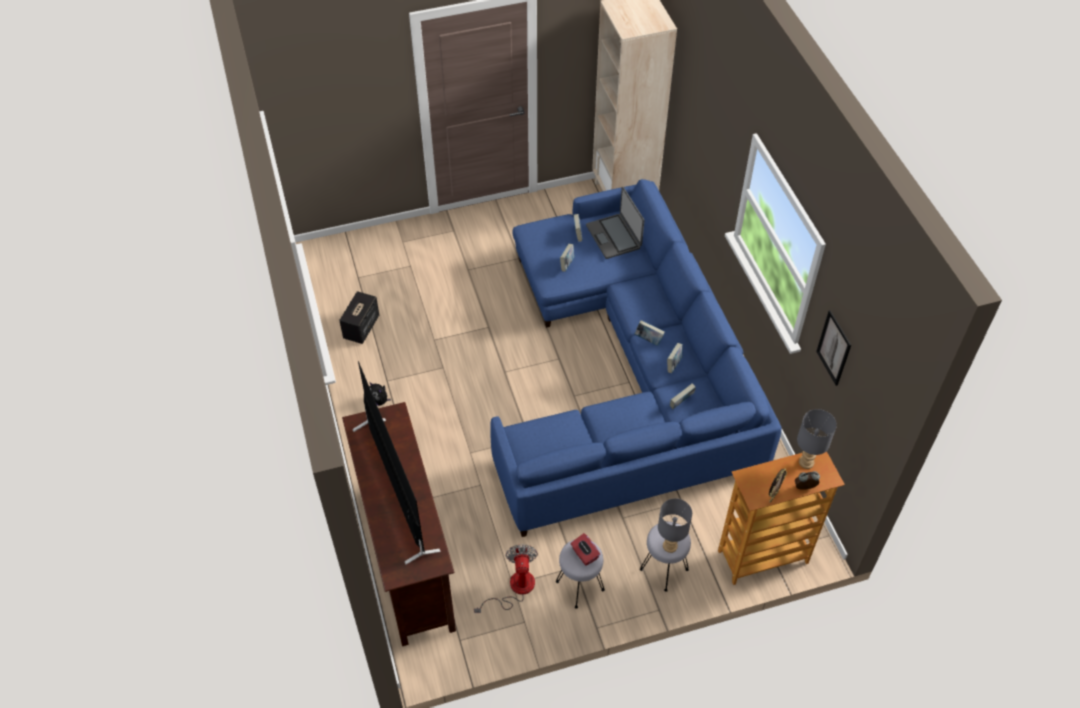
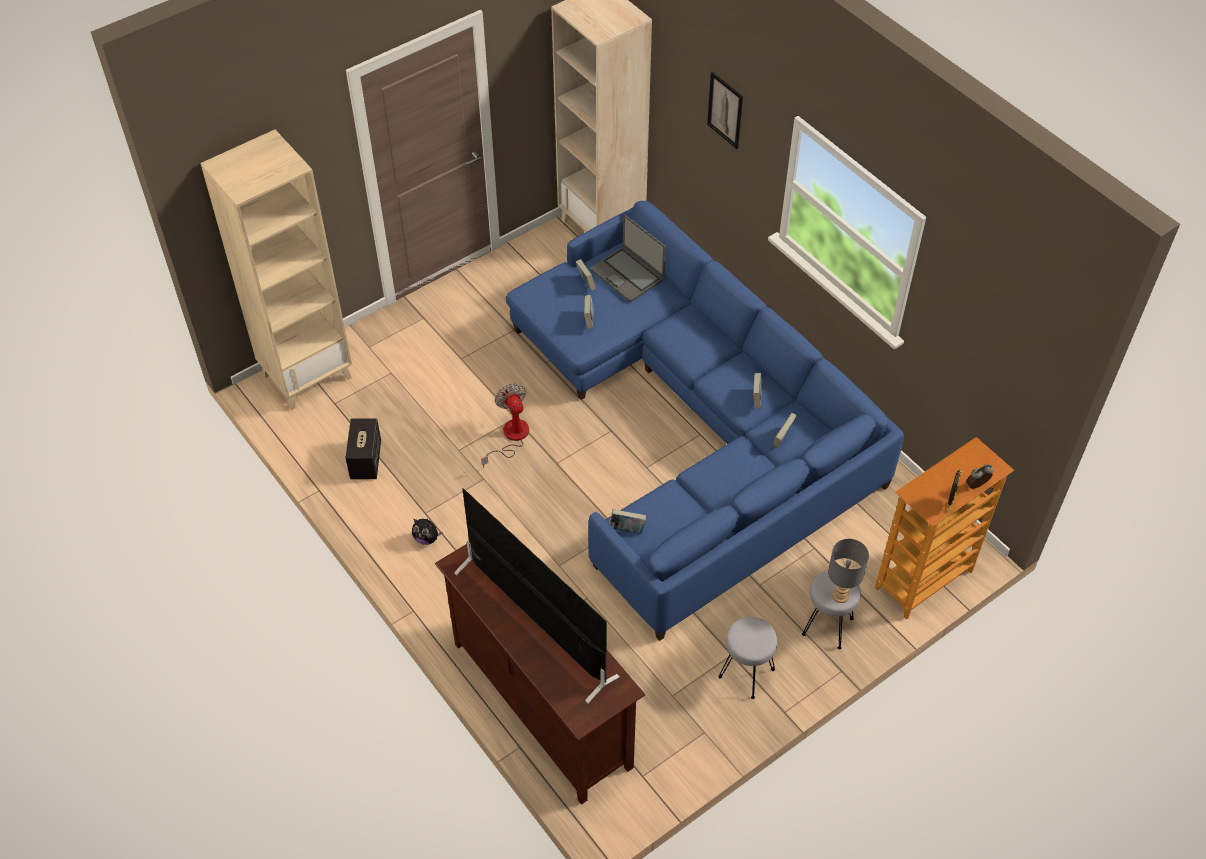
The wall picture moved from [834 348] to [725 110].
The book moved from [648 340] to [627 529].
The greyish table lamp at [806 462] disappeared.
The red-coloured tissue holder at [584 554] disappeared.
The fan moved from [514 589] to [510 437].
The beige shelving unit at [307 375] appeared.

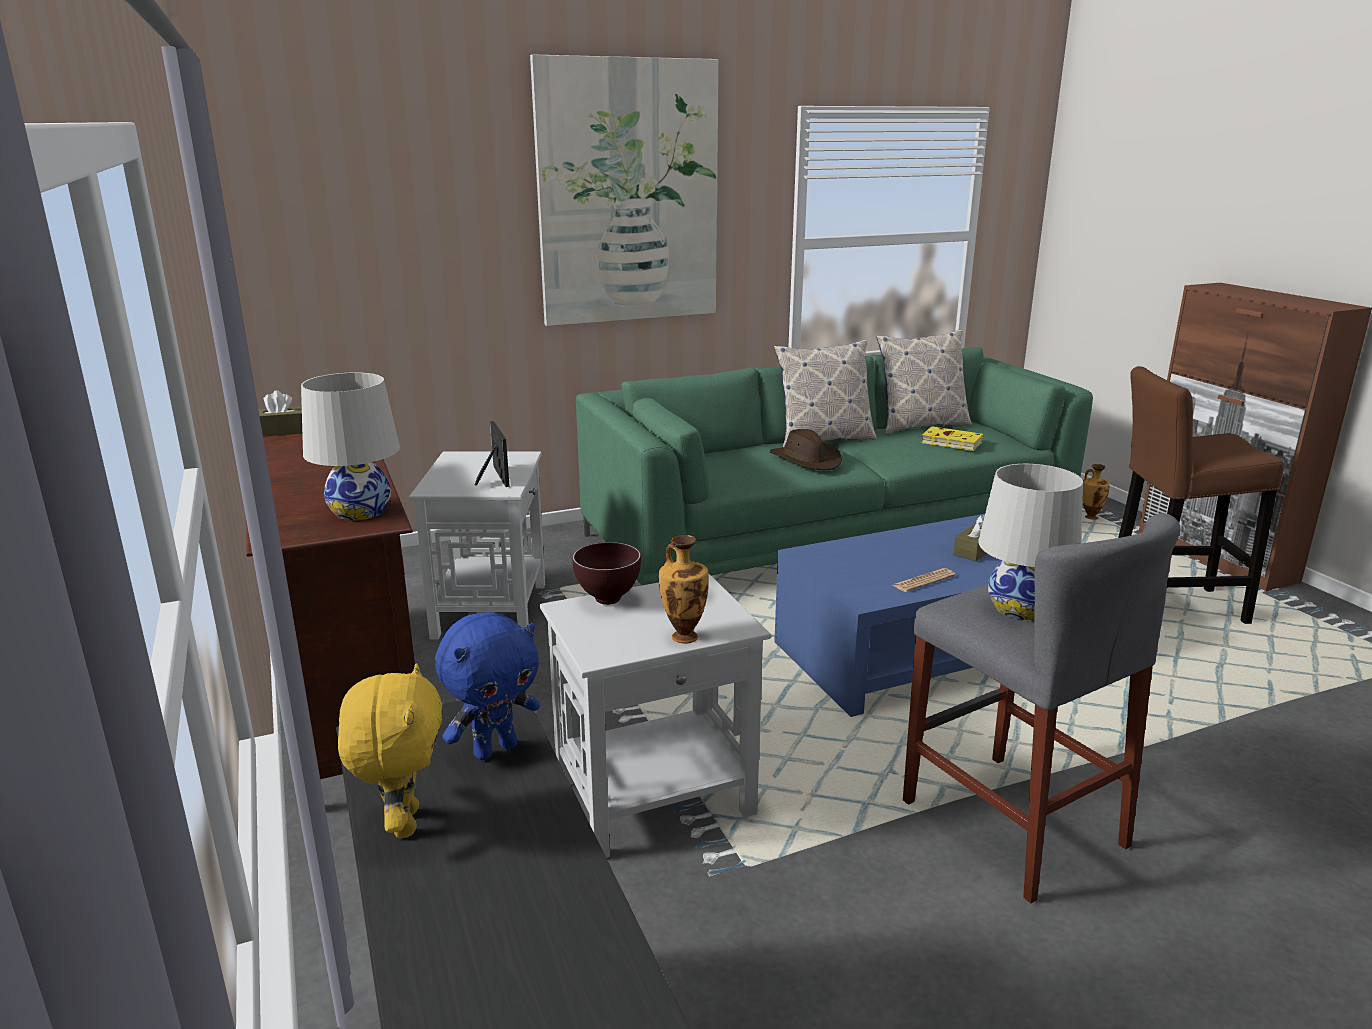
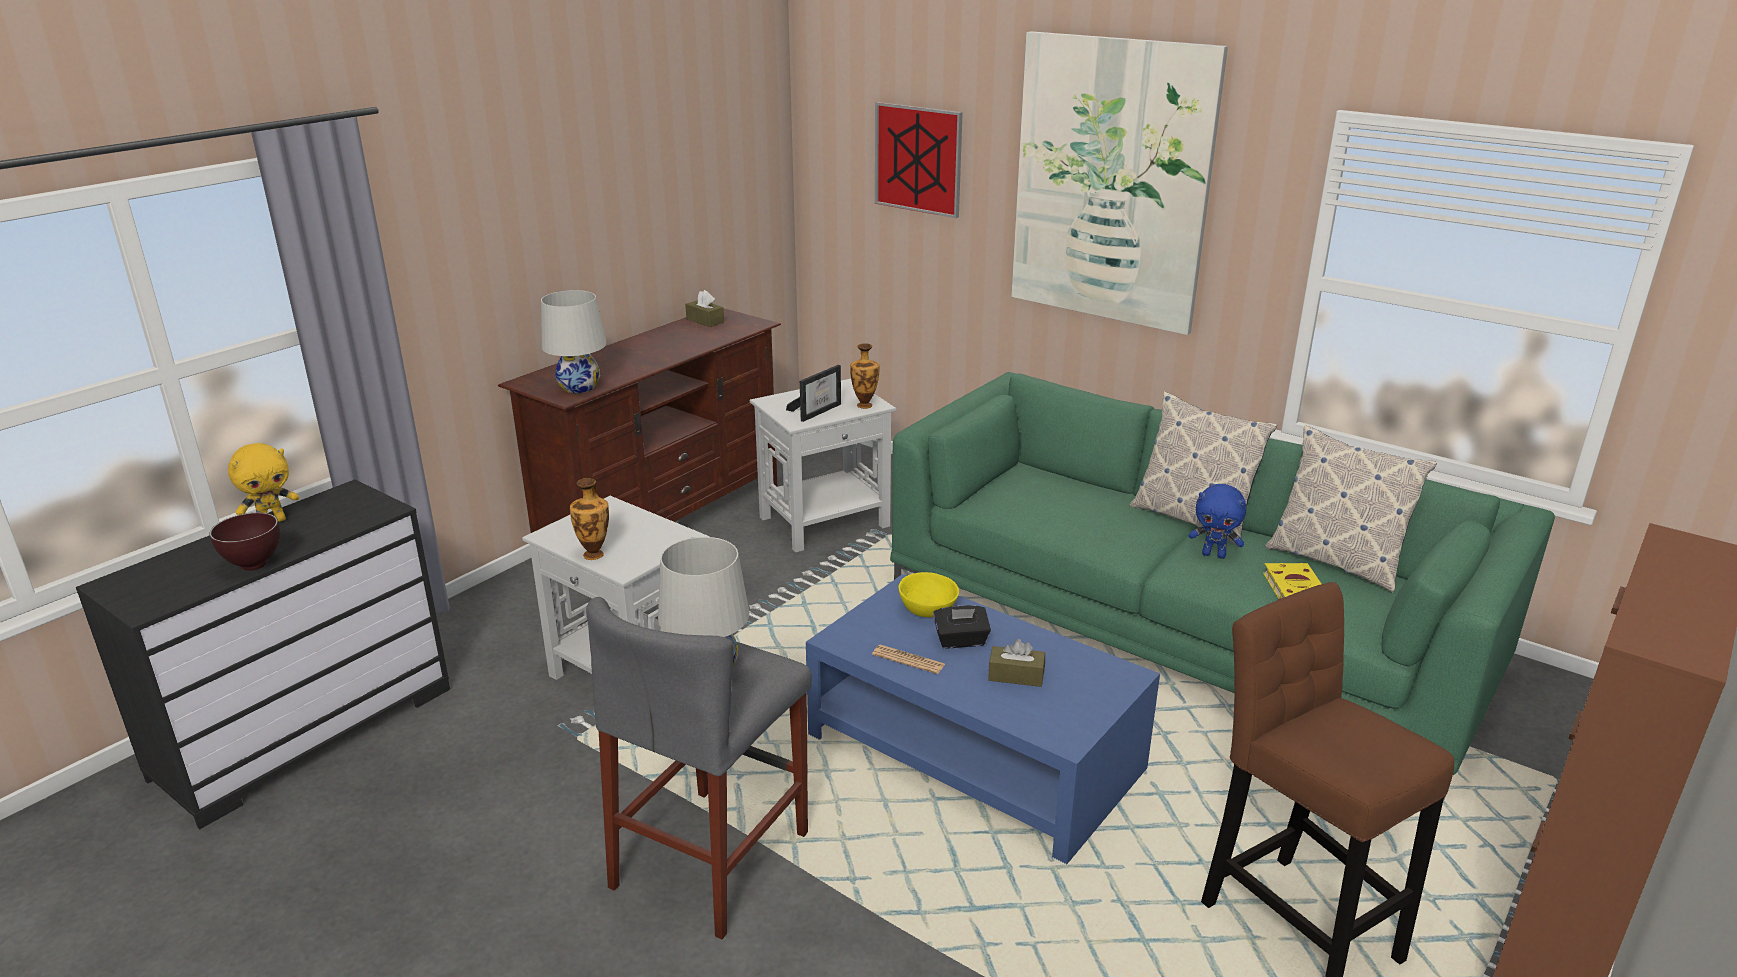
The brown-coloured wearable hat at [806 460] disappeared.
The decorative vase moved from [1090 517] to [864 405].
The brown-coloured deep dish moved from [606 600] to [254 565].
The bluish plush toy moved from [495 749] to [1214 555].
The wall picture at [918 159] appeared.
The yellow deep dish at [926 609] appeared.
The blackish tissue holder at [961 641] appeared.

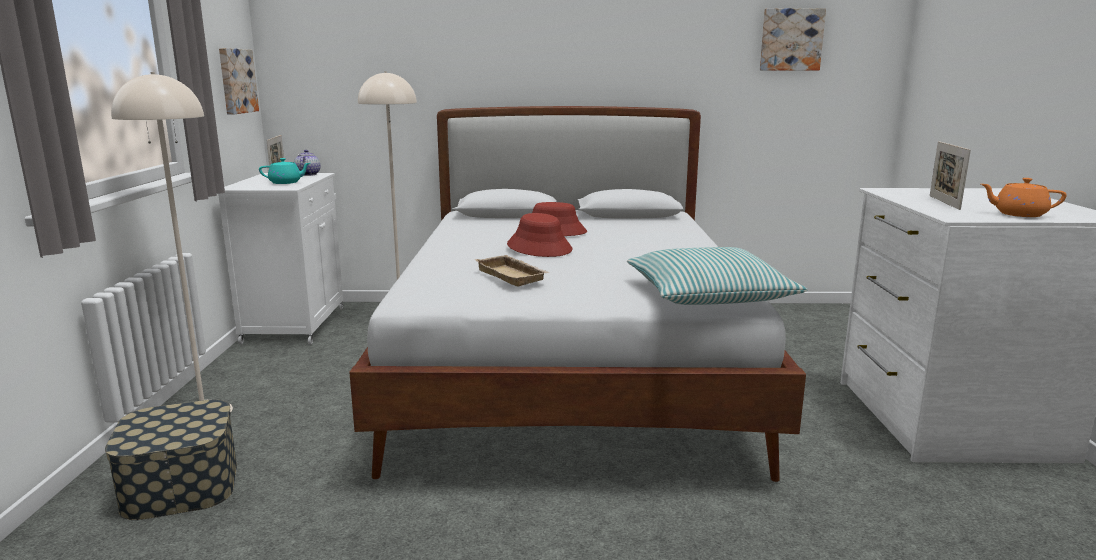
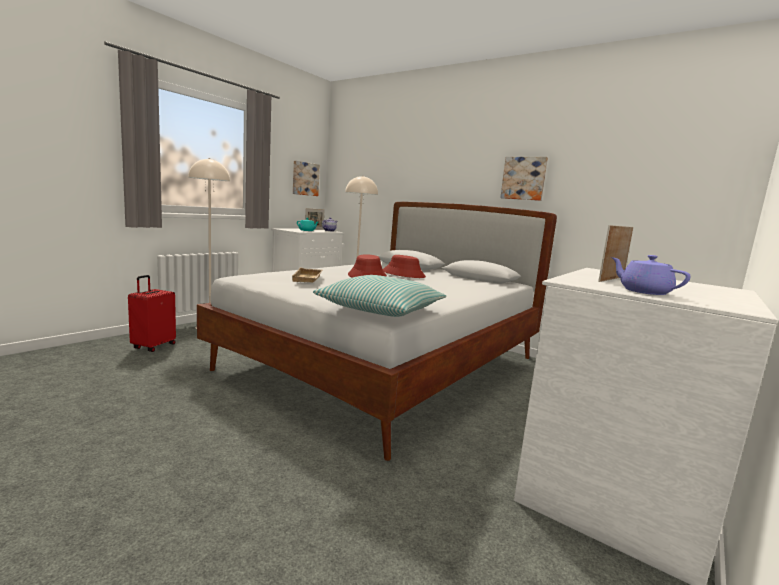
The wall picture moved from [791 40] to [524 178].
The orange-coloured teapot at [1018 214] became the purplish teapot at [643 291].
The storage container at [181 486] was replaced by the red-coloured travel case at [153 346].

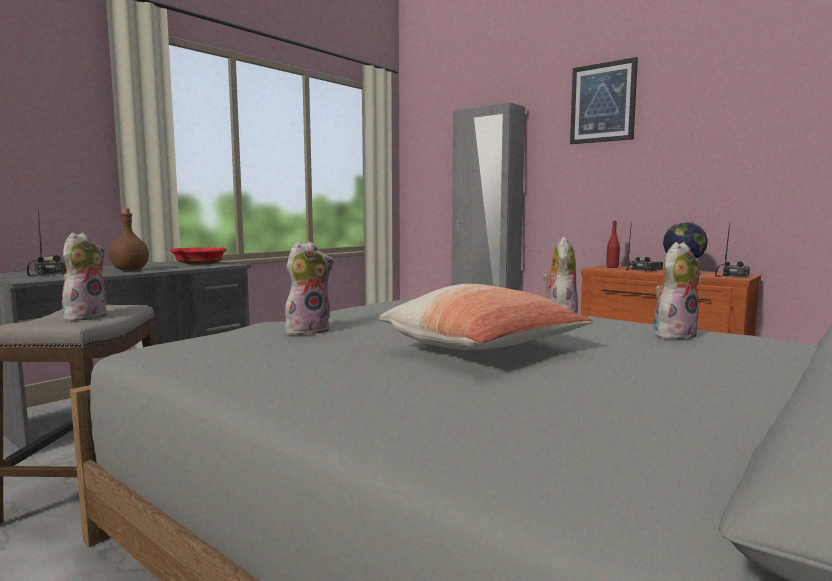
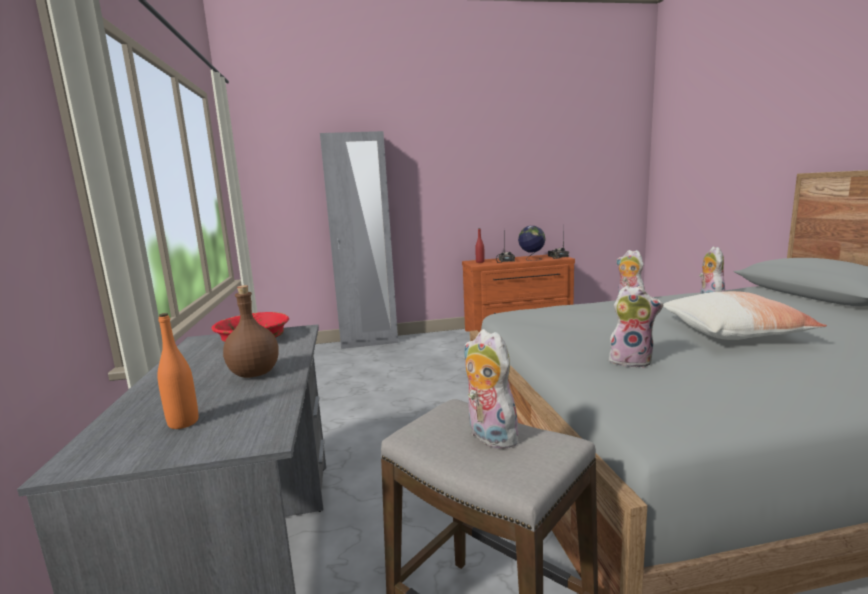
The wall picture at [603 103] disappeared.
The radio set at [48 273] was replaced by the orange-coloured drink bottle at [183 423].
The plush toy at [308 331] turned 105 degrees clockwise.

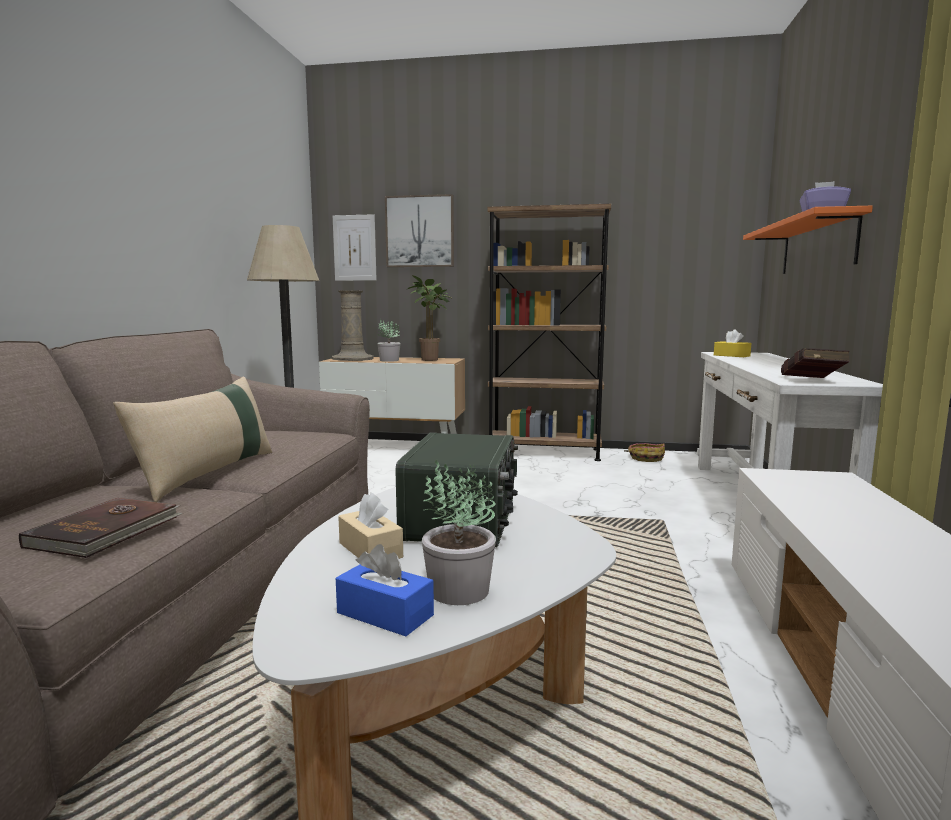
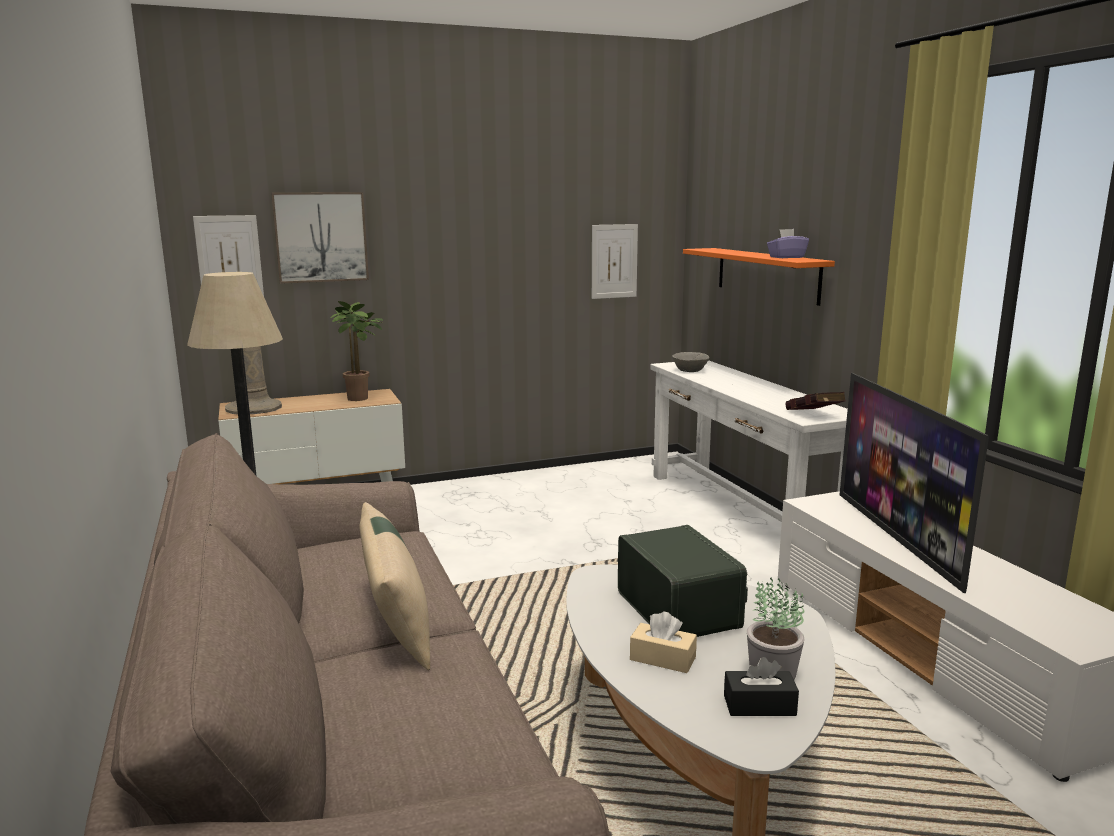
The brown-coloured shelving unit at [544 452] disappeared.
The plant in a pot at [388 360] disappeared.
The yellow tissue holder at [731 355] was replaced by the greyish deep dish at [689 371].
The household basket at [646 458] disappeared.
The brown-coloured book at [107 531] disappeared.
The bluish tissue holder at [385 614] became the blackish tissue holder at [759 705].
The wall picture at [614 261] appeared.
The TV set at [898 538] appeared.

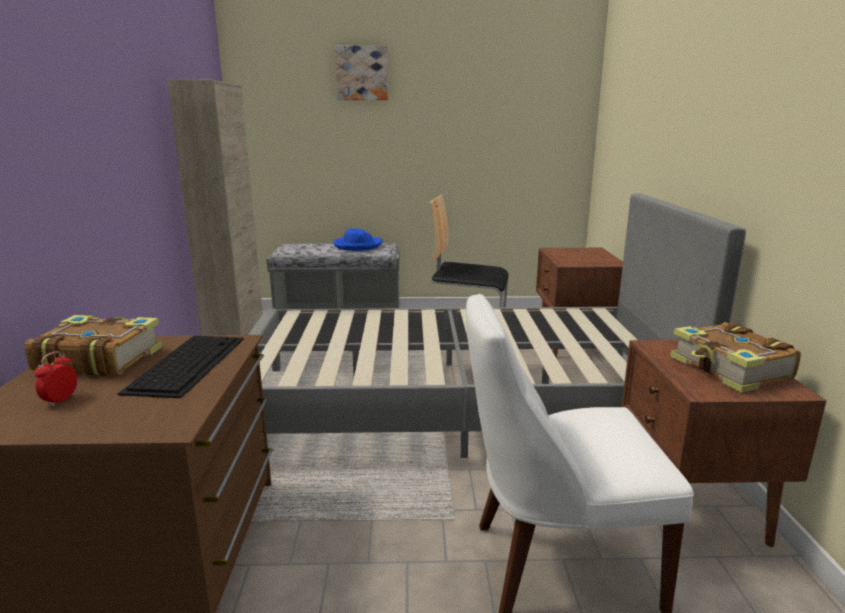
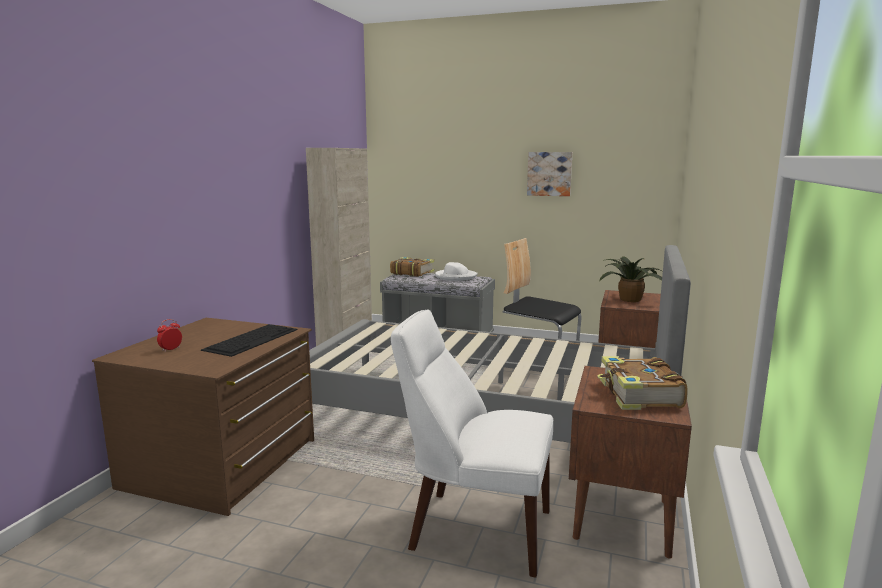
The wall picture moved from [362 73] to [549 173].
The bluish wearable hat at [357 245] became the white-coloured wearable hat at [455 277].
The book moved from [99 360] to [411 273].
The plant in a pot at [630 299] appeared.

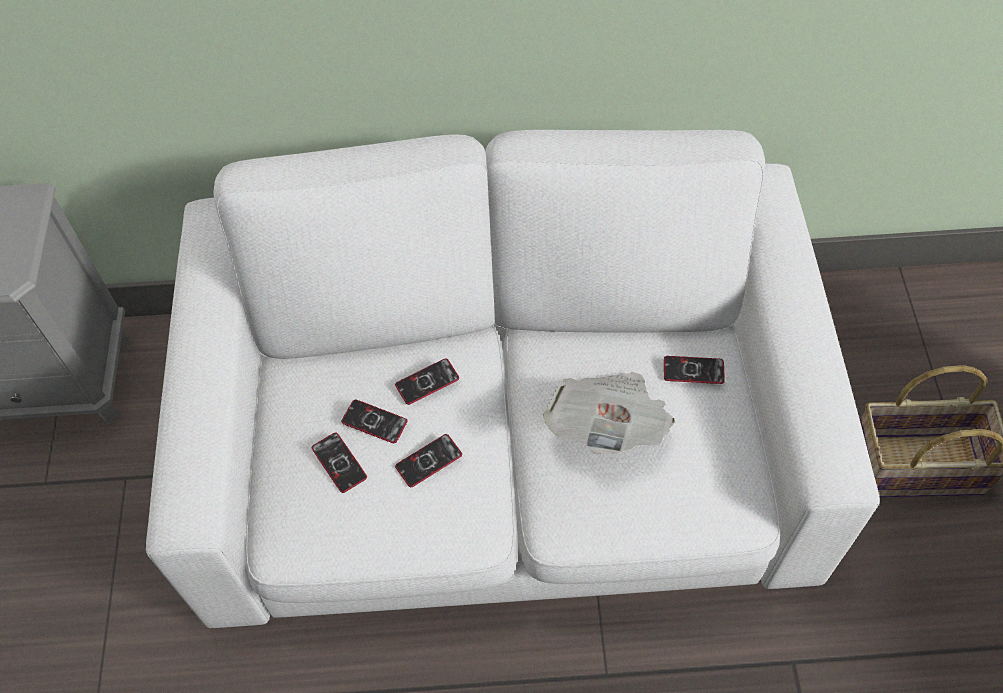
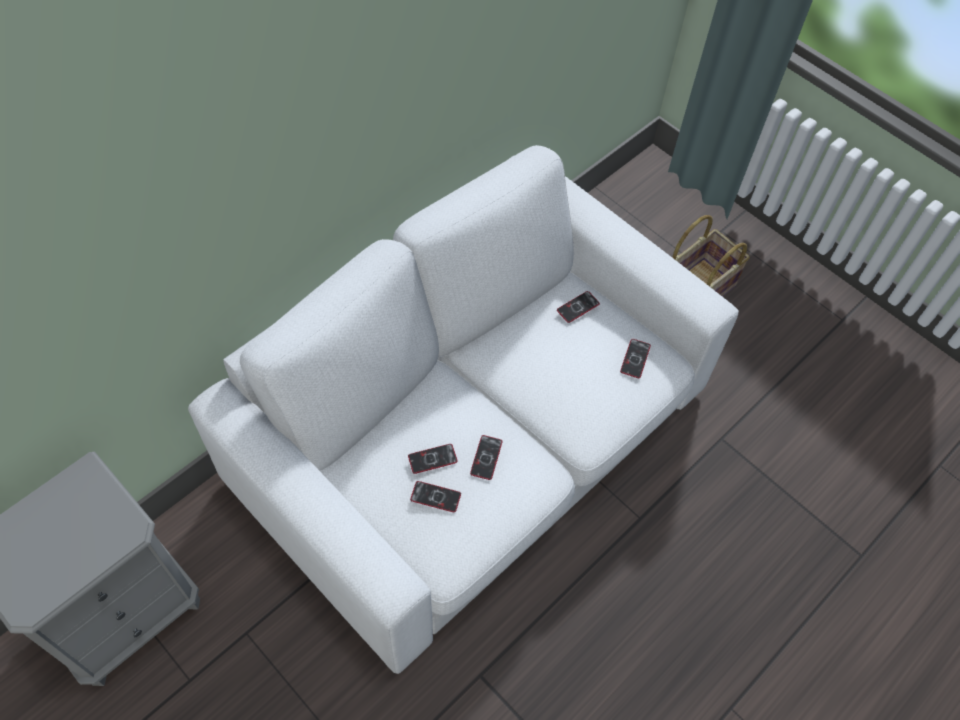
The phone moved from [427 382] to [635 359].
The newspaper at [608 425] disappeared.

